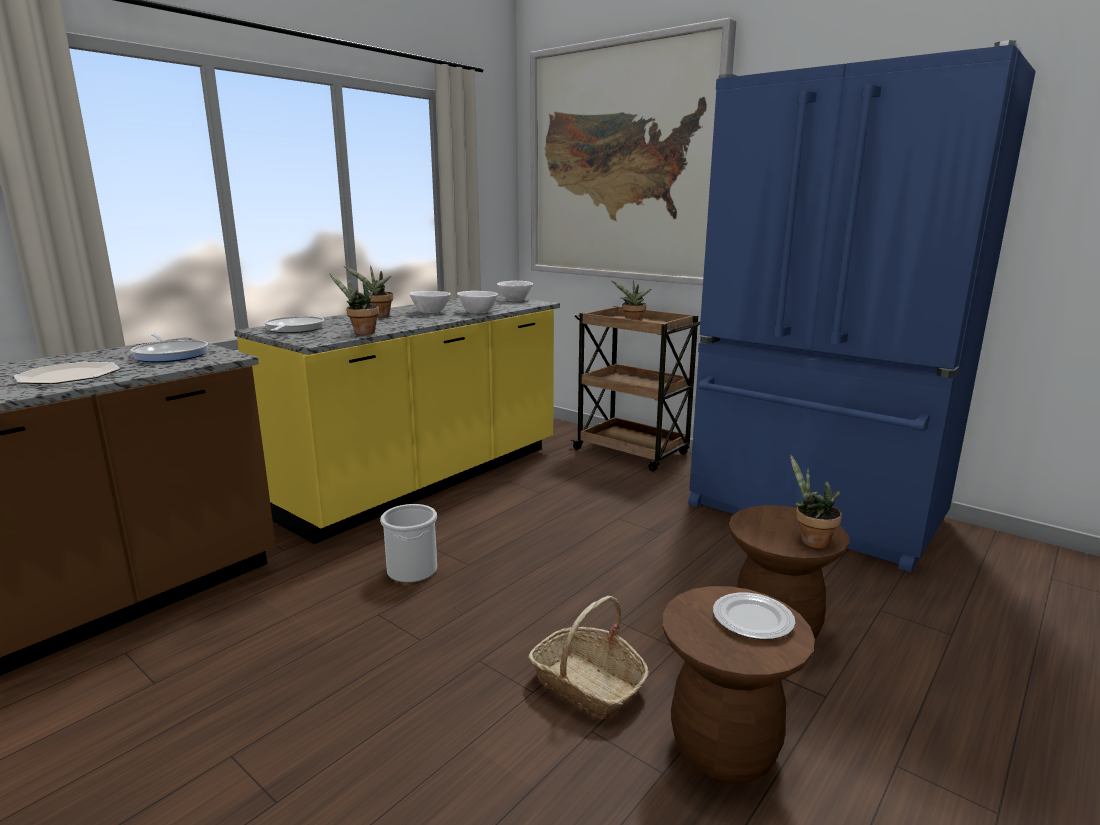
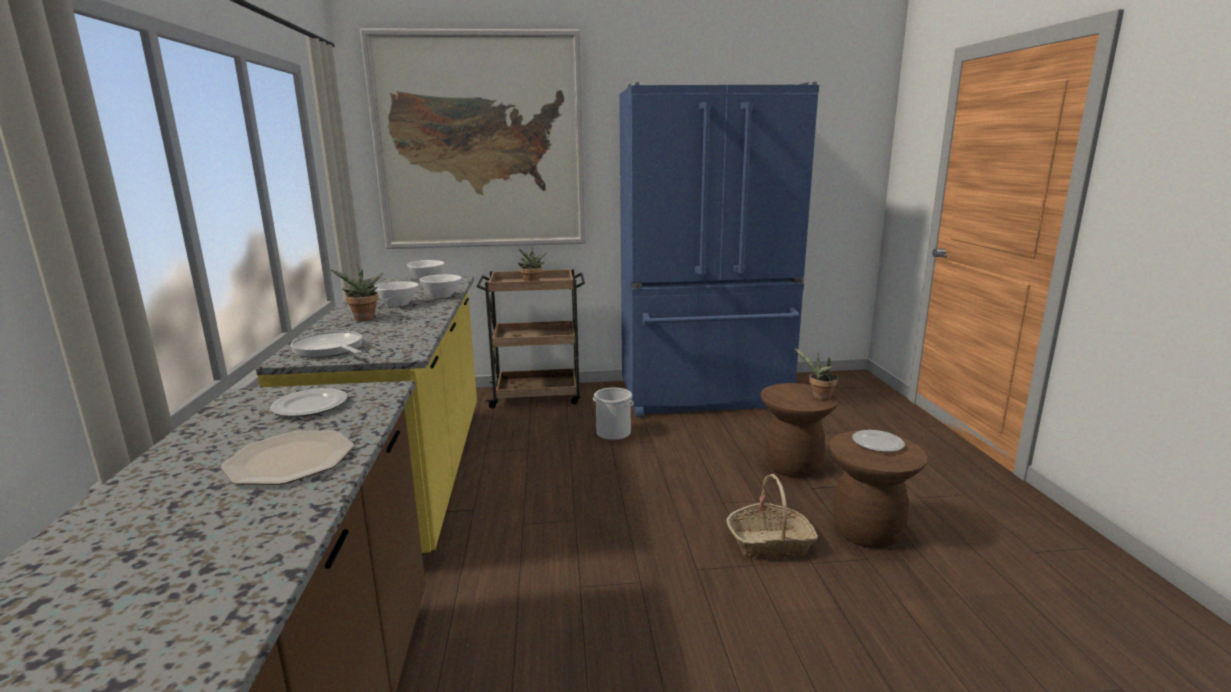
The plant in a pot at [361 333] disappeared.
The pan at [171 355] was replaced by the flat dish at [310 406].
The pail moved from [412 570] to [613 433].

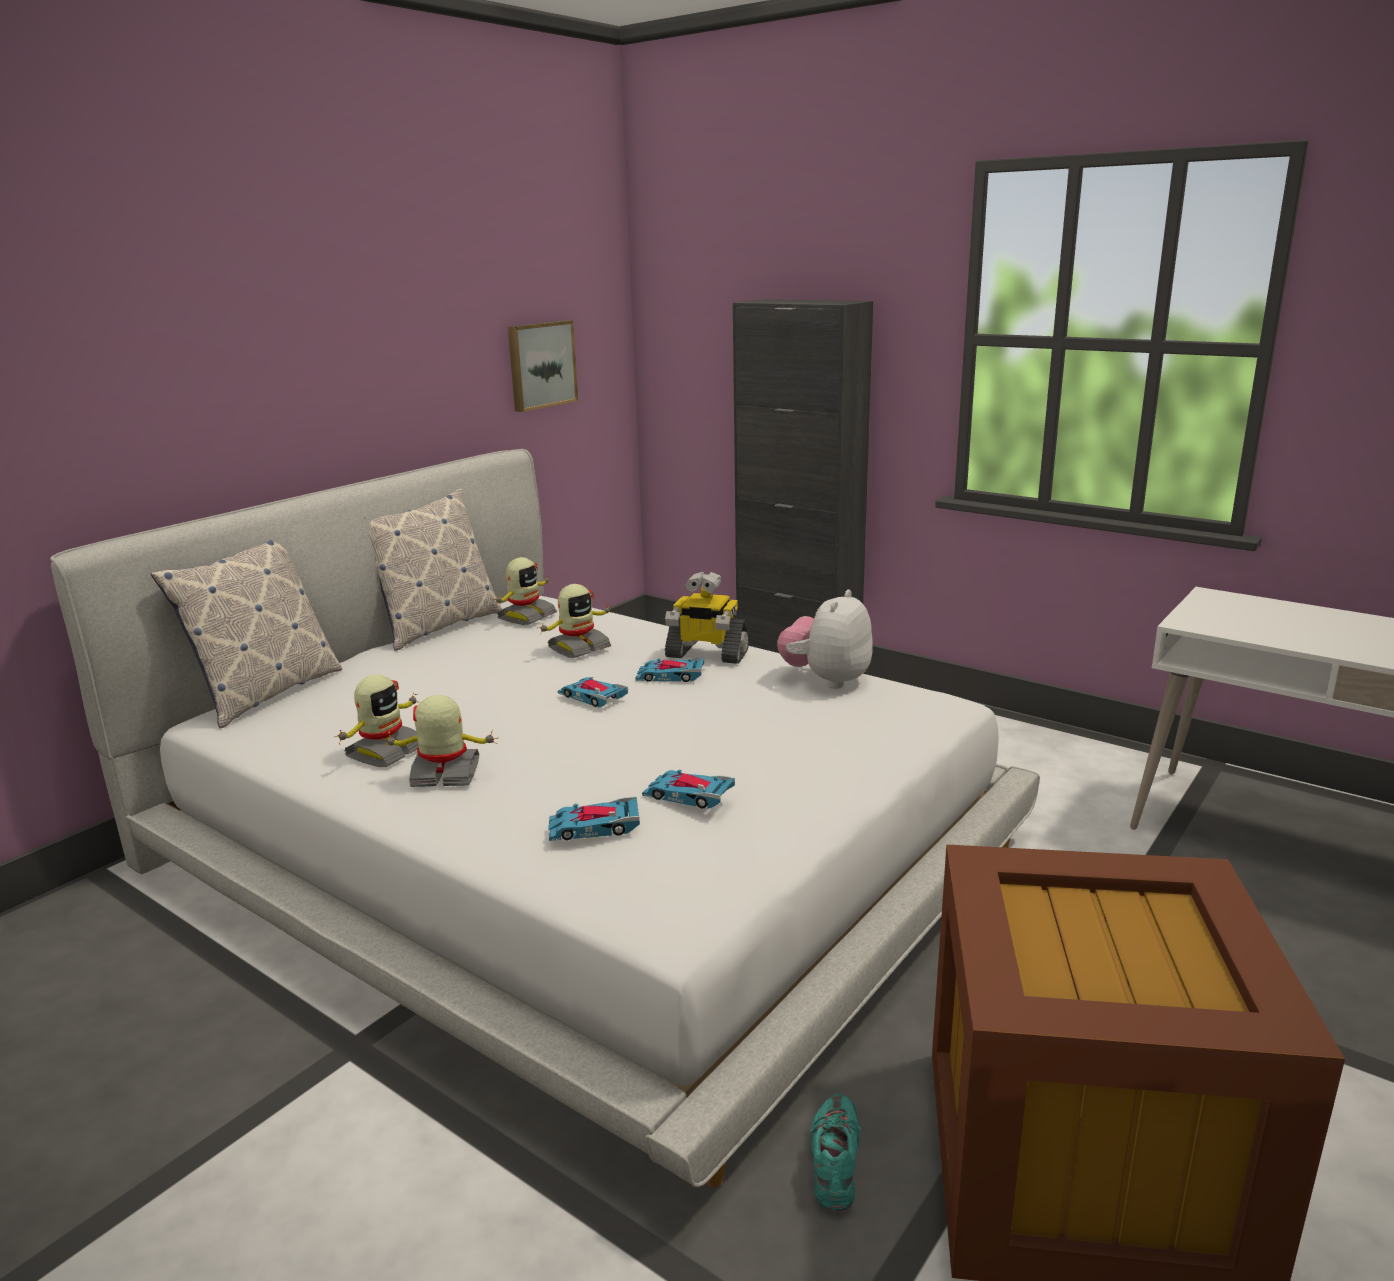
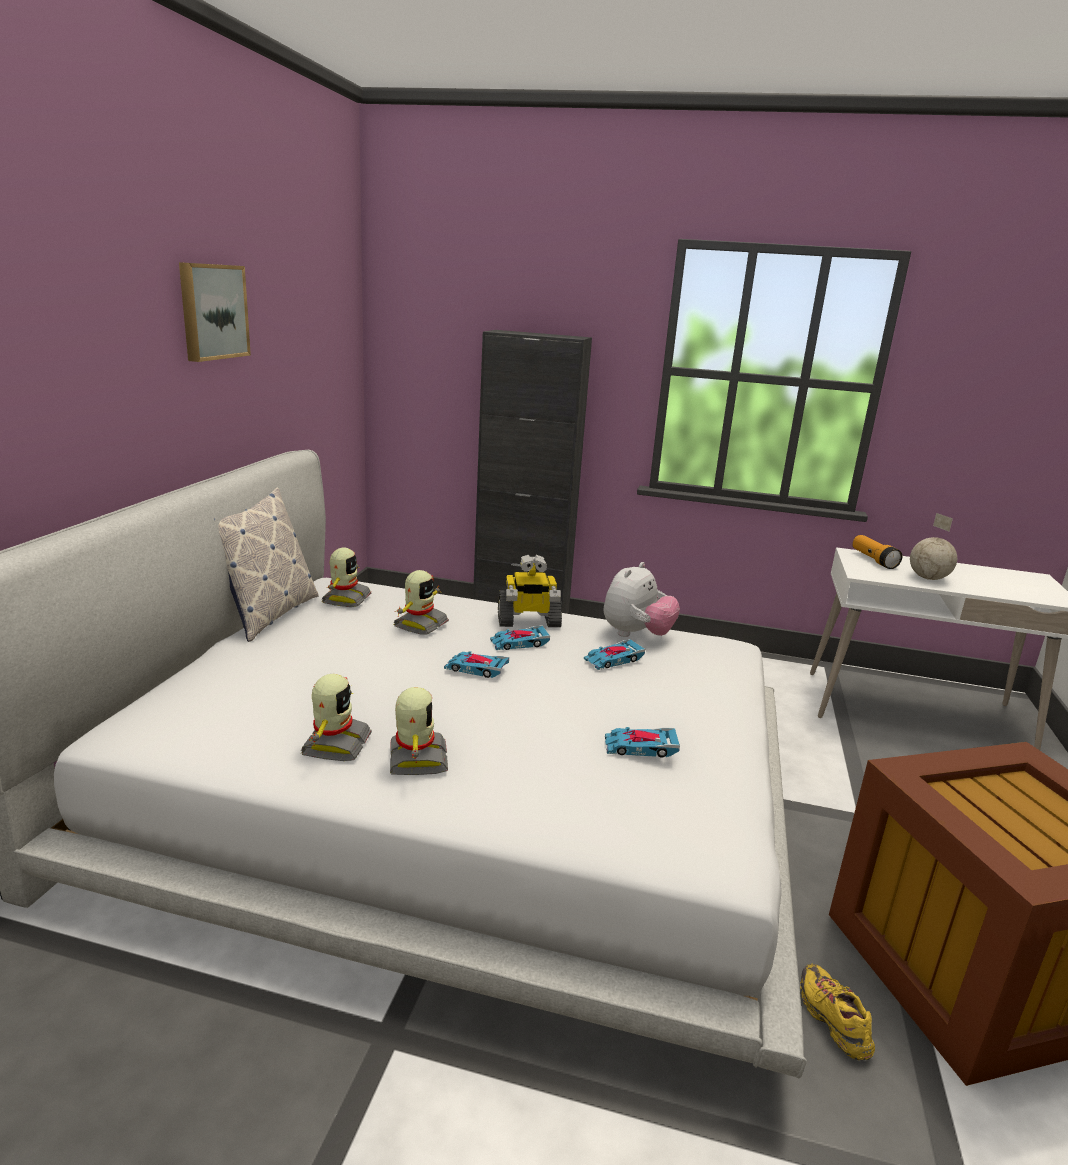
The wall picture moved from [540 365] to [212 311].
The throw pillow at [266 694] disappeared.
The plush toy at [826 680] turned 150 degrees counterclockwise.
The robot figure at [445 774] turned 105 degrees clockwise.
The toy car moved from [593 827] to [613 659].
The turquoise-coloured shoe at [834 1162] became the yellow shoe at [832 1019].
The desk globe at [928 578] appeared.
The torch at [873 560] appeared.

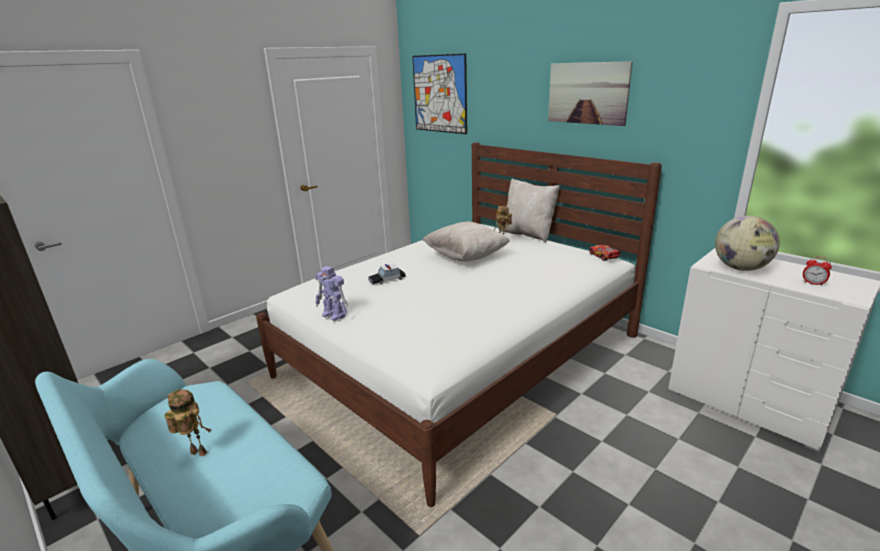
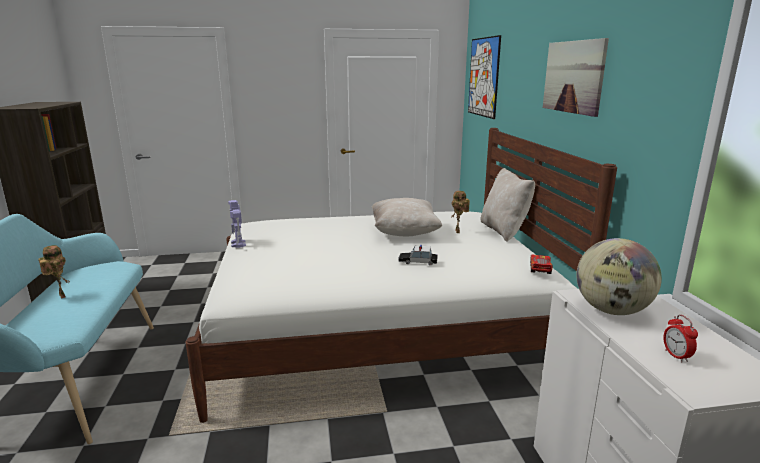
The toy car moved from [387 280] to [417 262].

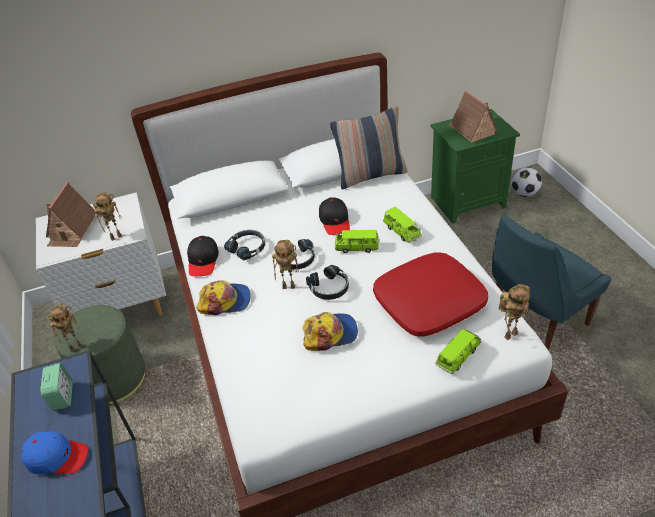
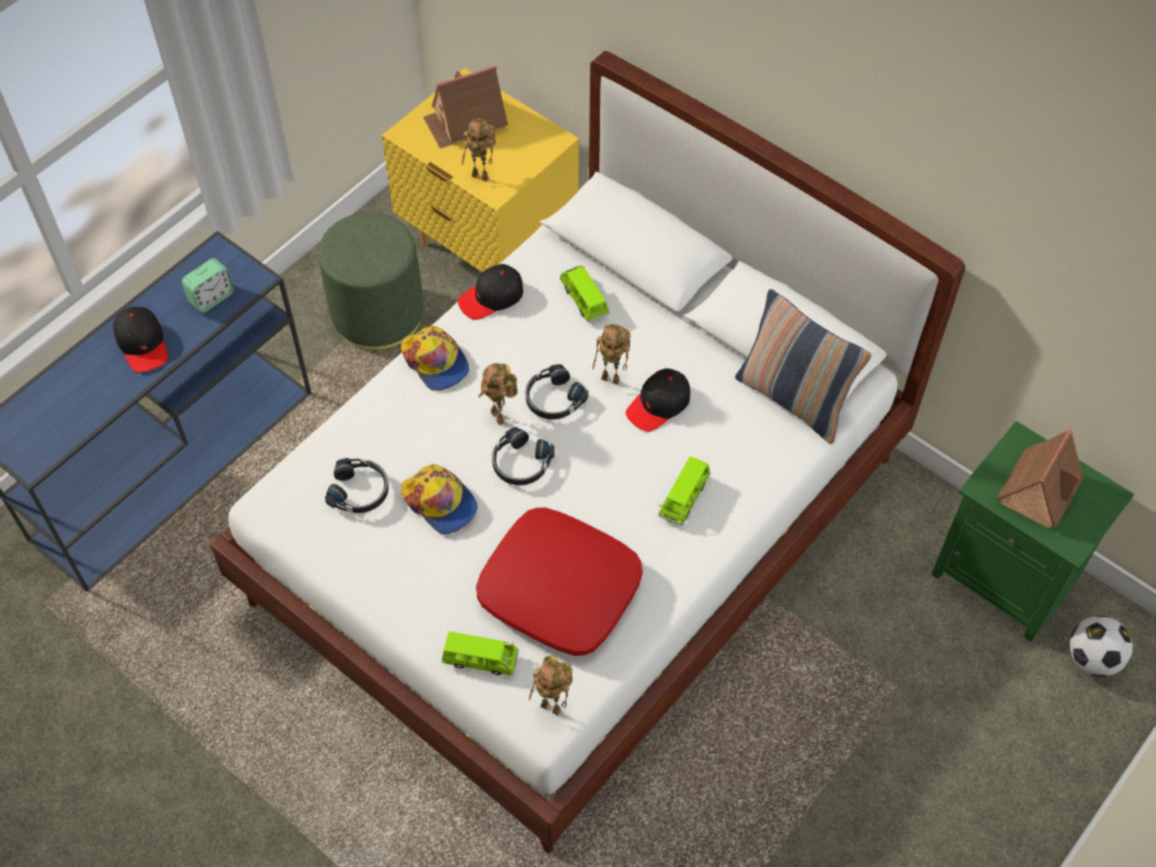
The white-coloured night table at [123 308] became the yellow night table at [488 248].
The bluish upright chair at [534 321] disappeared.
The blackish pair of headphones moved from [247 248] to [360 491].
The green toy car moved from [357 247] to [584 299].
The robot figure moved from [76 346] to [612 378].
The bluish peaked cap at [57 457] became the blackish peaked cap at [143 344].

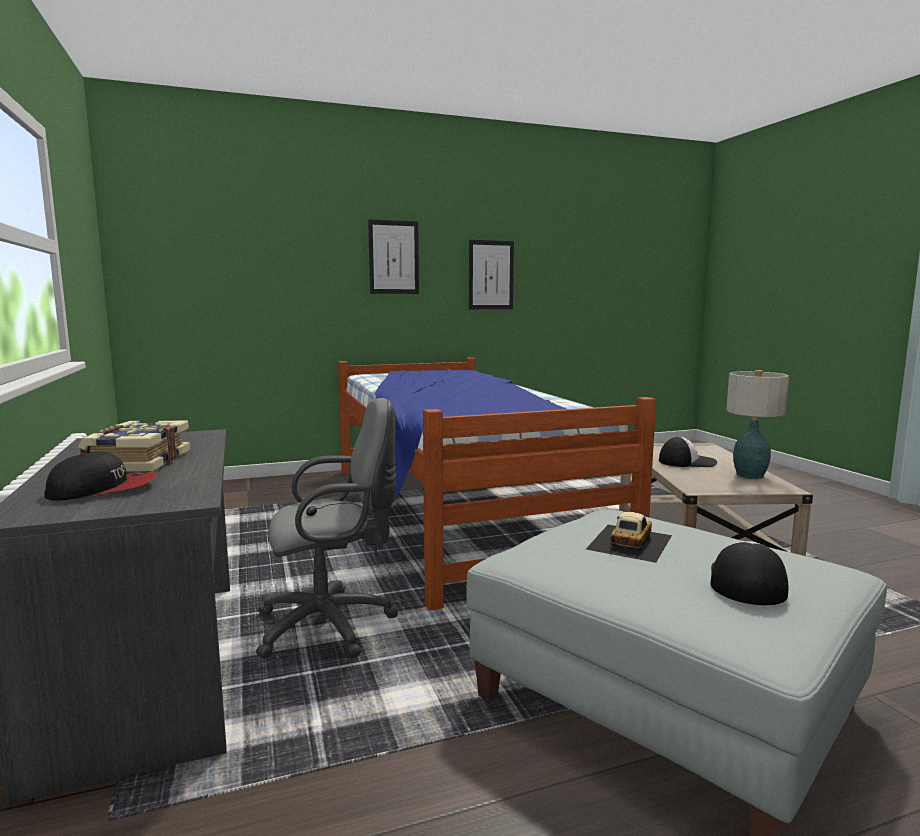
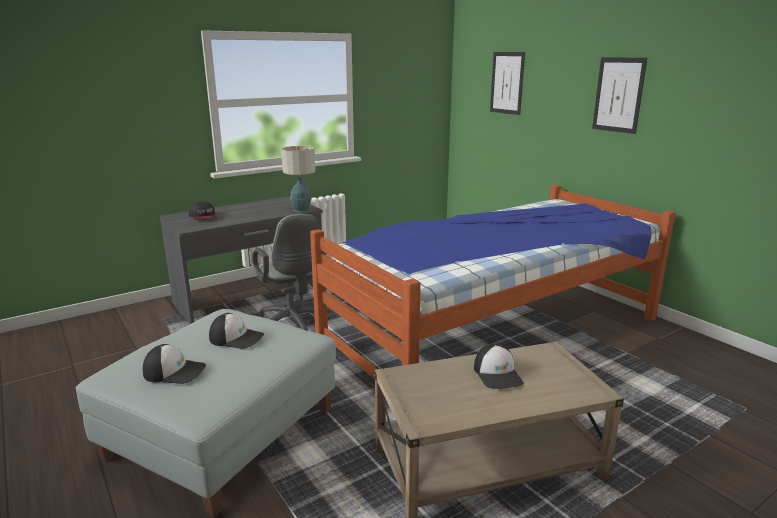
The wall picture moved from [491 275] to [507 83].
The table lamp moved from [750 476] to [300 210].
The book at [137 462] disappeared.
The toy car at [629 542] was replaced by the peaked cap at [236 338].

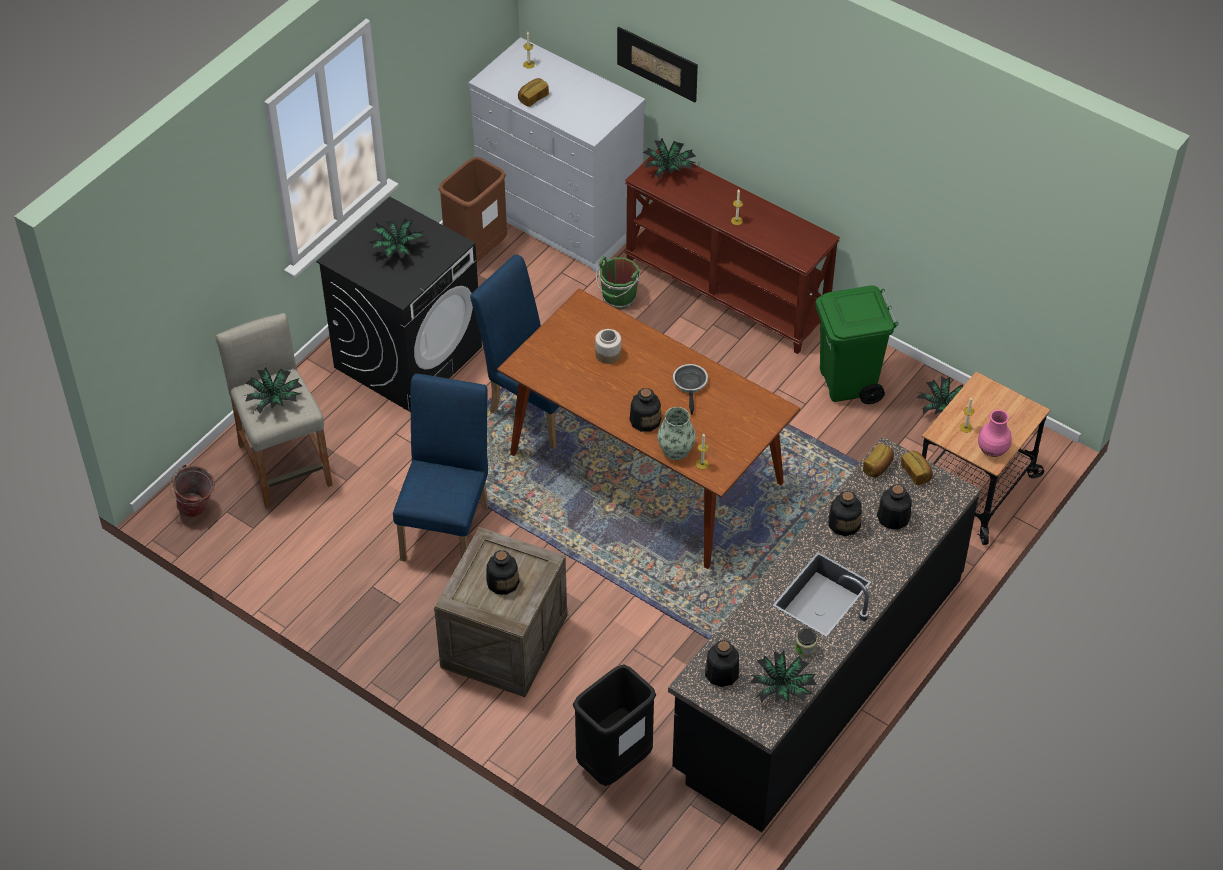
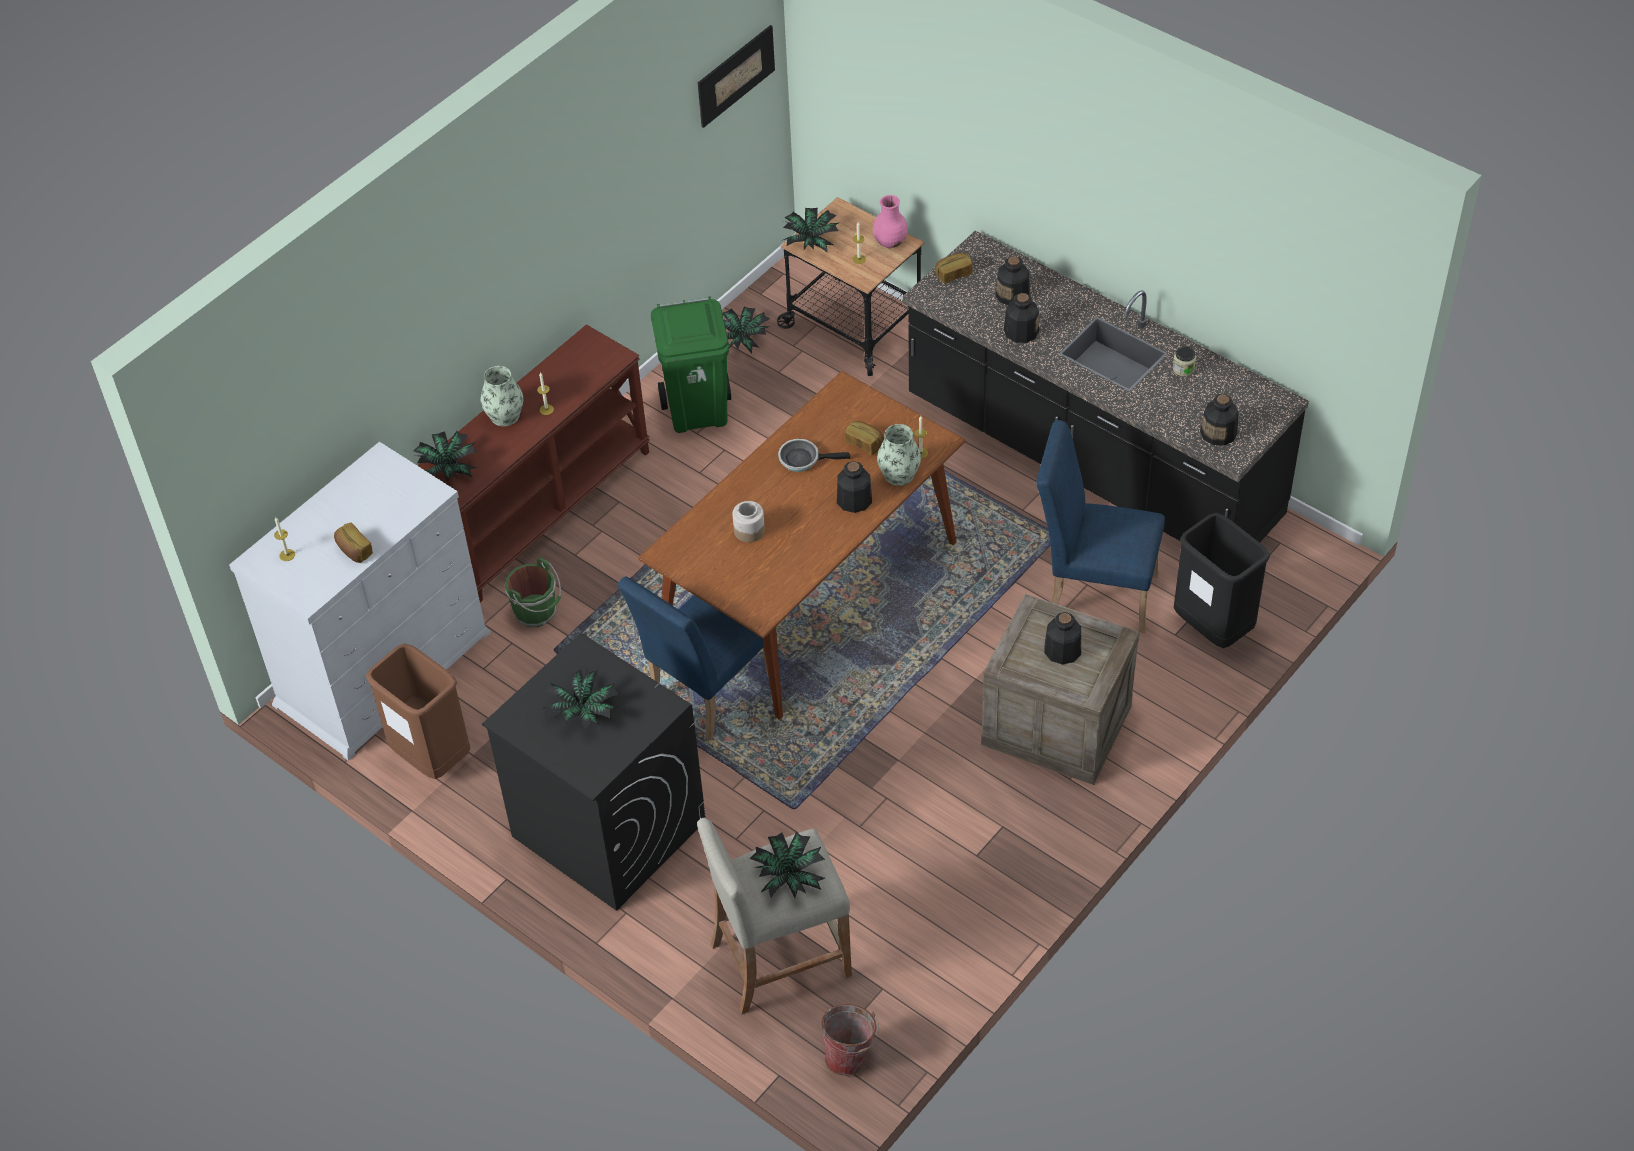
The wall picture moved from [657 63] to [735 75].
The bluish upright chair moved from [448 526] to [1093 591].
The bakery bread moved from [878 467] to [865 443].
The plant in a pot moved from [782 689] to [811 241].
The decorative vase at [505 416] appeared.

